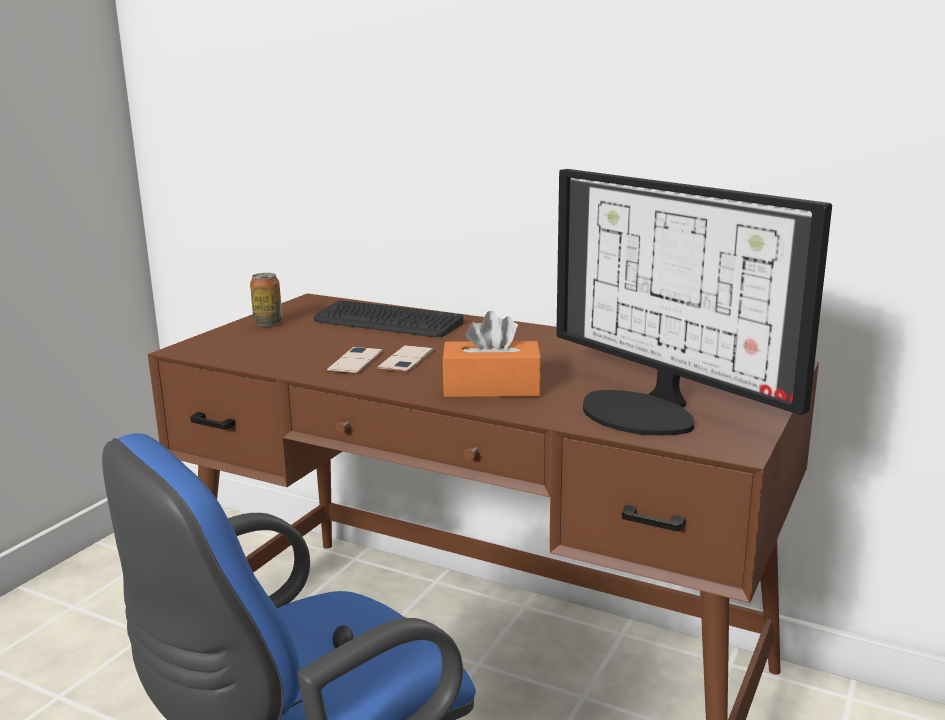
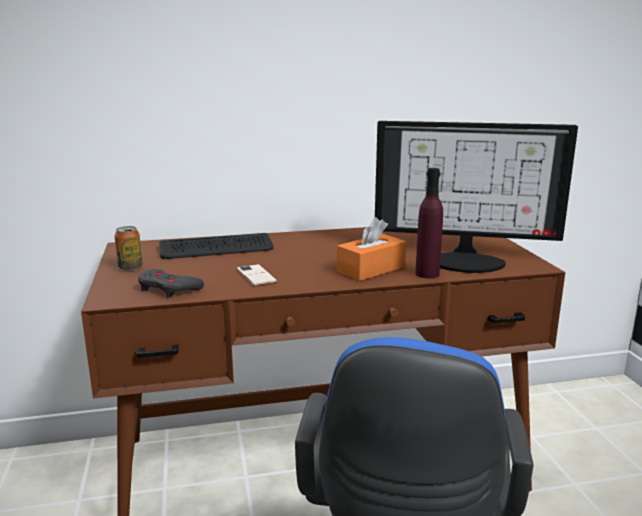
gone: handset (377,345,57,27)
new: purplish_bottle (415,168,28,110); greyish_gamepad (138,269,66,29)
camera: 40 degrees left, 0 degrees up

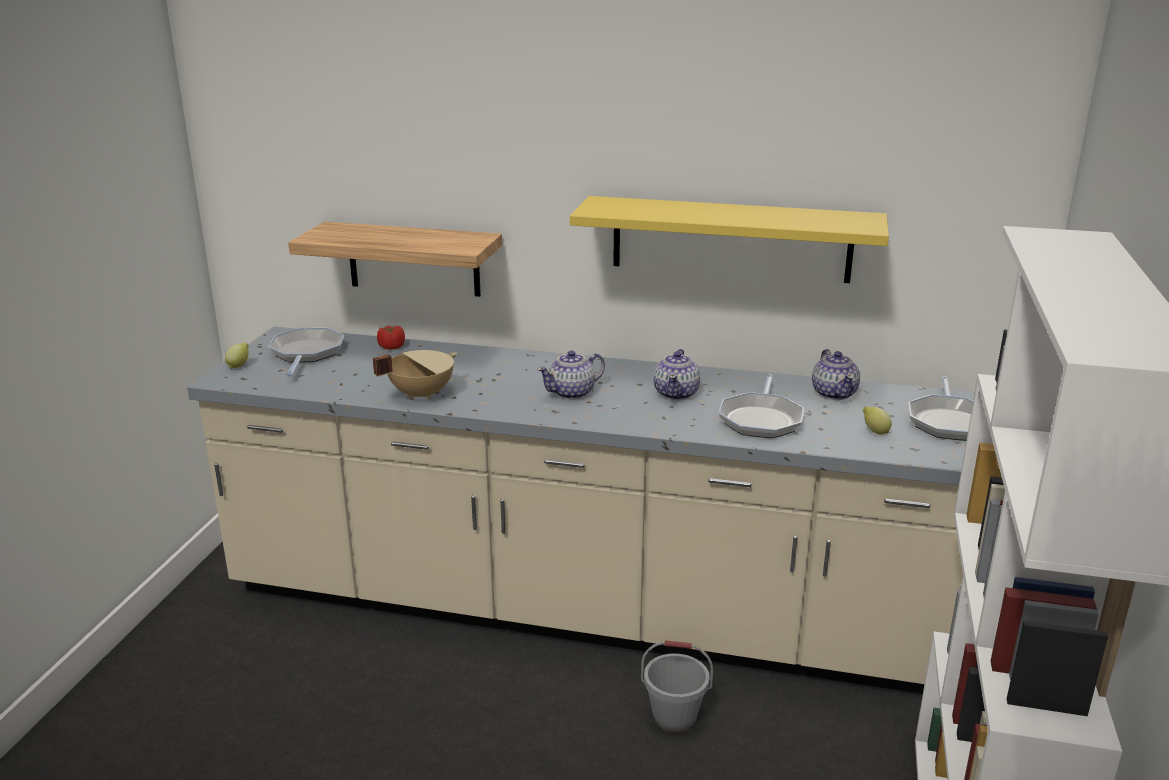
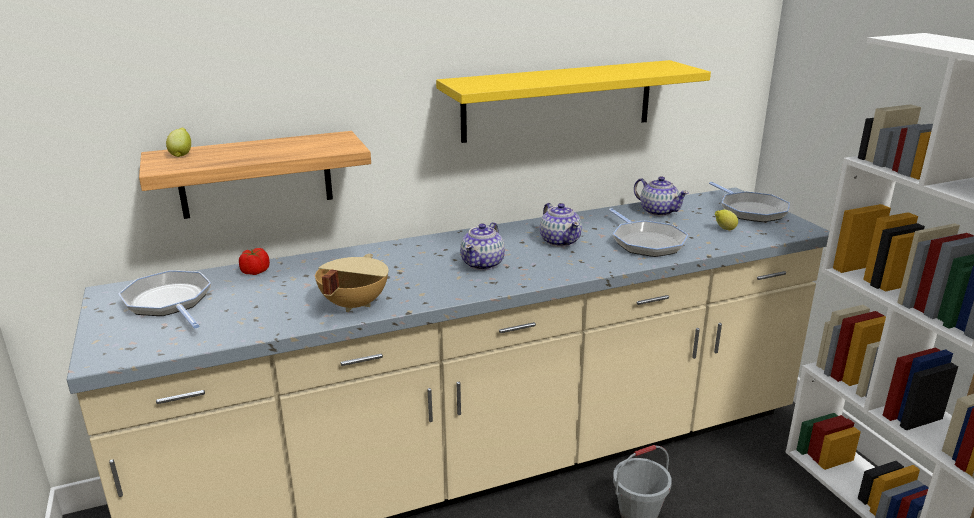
shifted: lemon (225,342,24,27) to (166,128,25,29)
camera: 35 degrees left, 0 degrees up

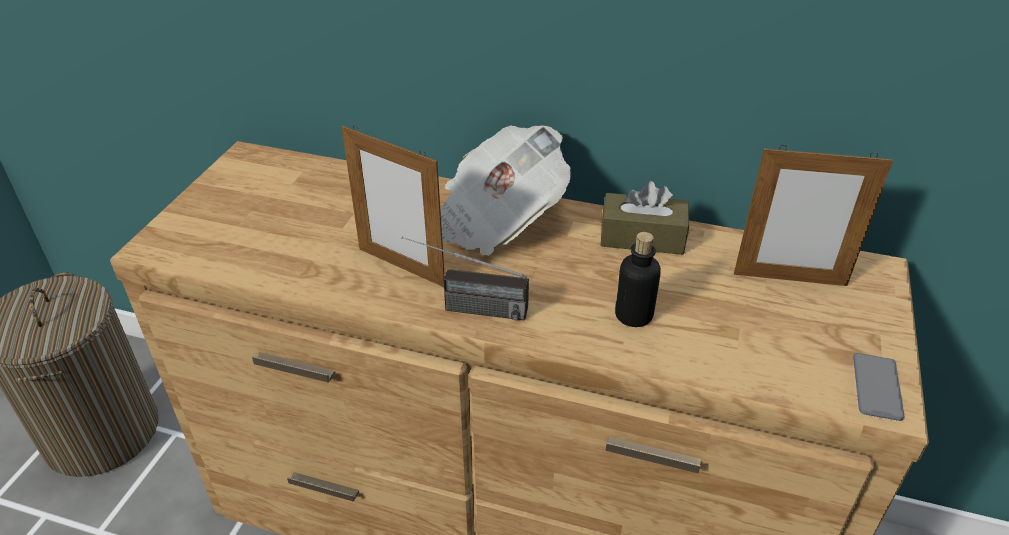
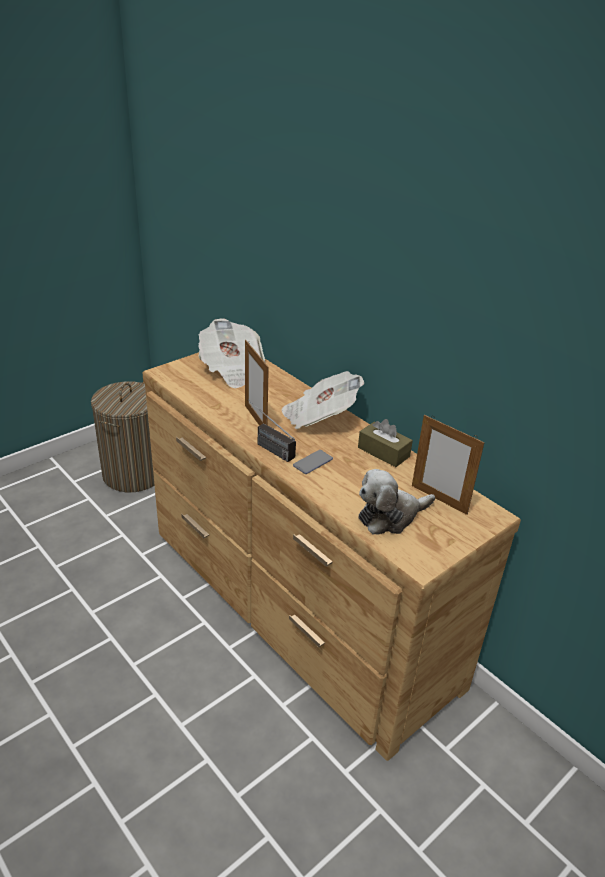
gone: bottle (615,232,46,95)
new: daily_paper (198,319,67,69); plush_toy (358,469,77,65)
shifted: handset (853,353,51,68) to (293,450,40,24)
camera: 30 degrees right, 5 degrees down

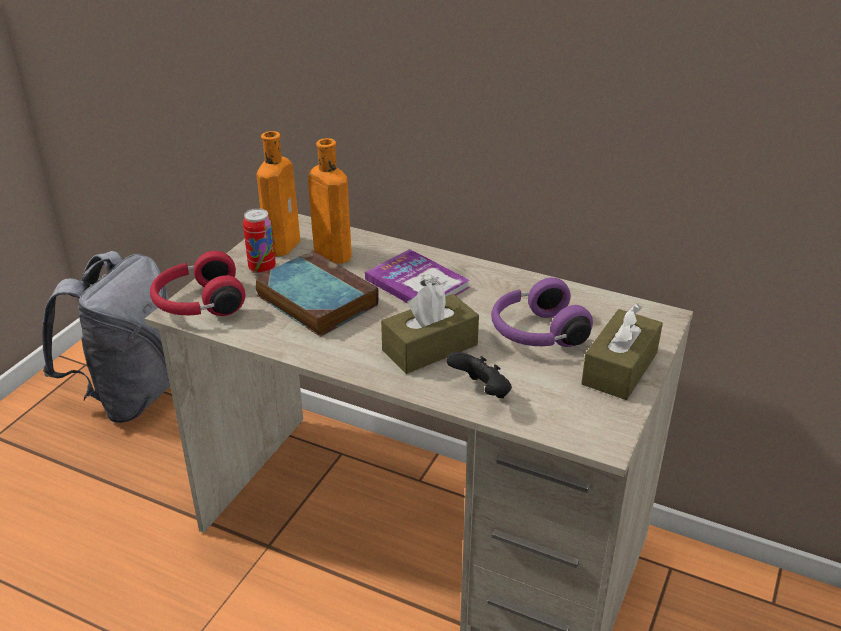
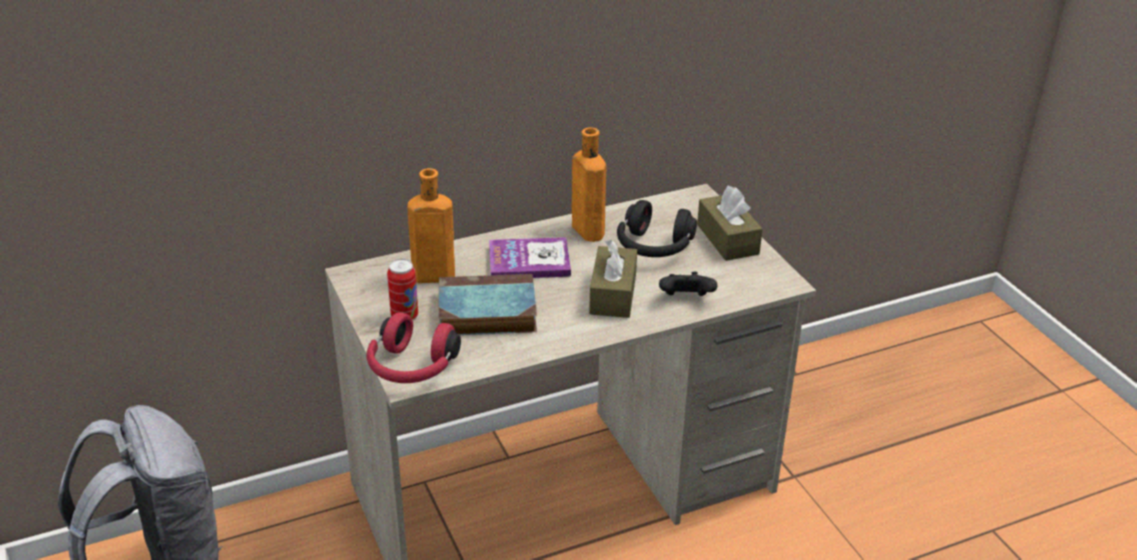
shifted: orange_bottle (257,131,43,126) to (572,128,34,114)
repainted: purplish_pair_of_headphones (491,278,102,69) to black_pair_of_headphones (617,200,80,57)
camera: 50 degrees left, 0 degrees up

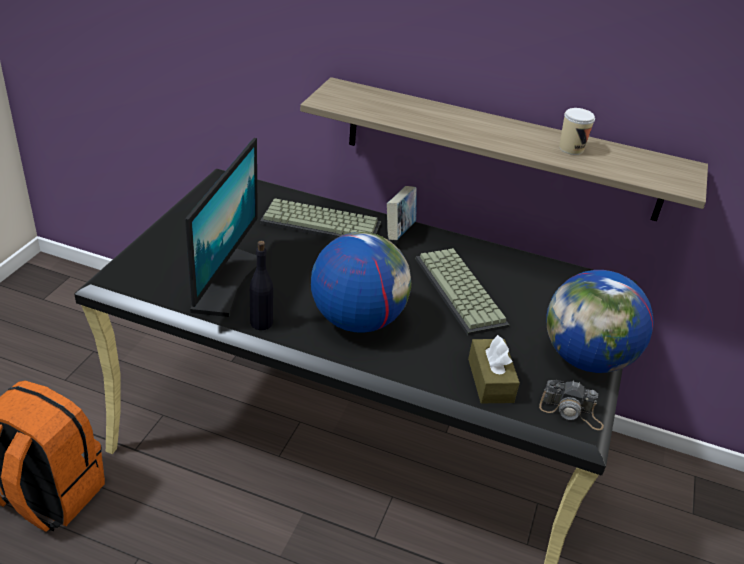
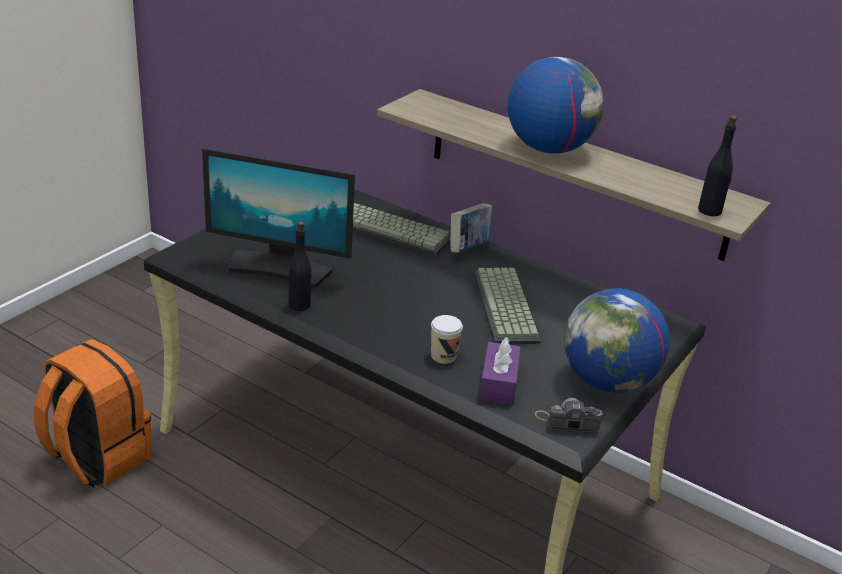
new: black_bottle (698,115,39,101)
shifted: small_cup (559,108,36,47) to (431,315,32,49); globe (311,232,100,101) to (507,57,97,97)
repainted: brownish_tissue_box (468,335,52,68) to purplish_tissue_box (479,337,42,68)
rotated: computer_display (185,138,73,179) = (202,148,153,141) 75 degrees clockwise; still_camera (539,380,65,50) = (535,398,68,35) 150 degrees clockwise
camera: 15 degrees right, 5 degrees down

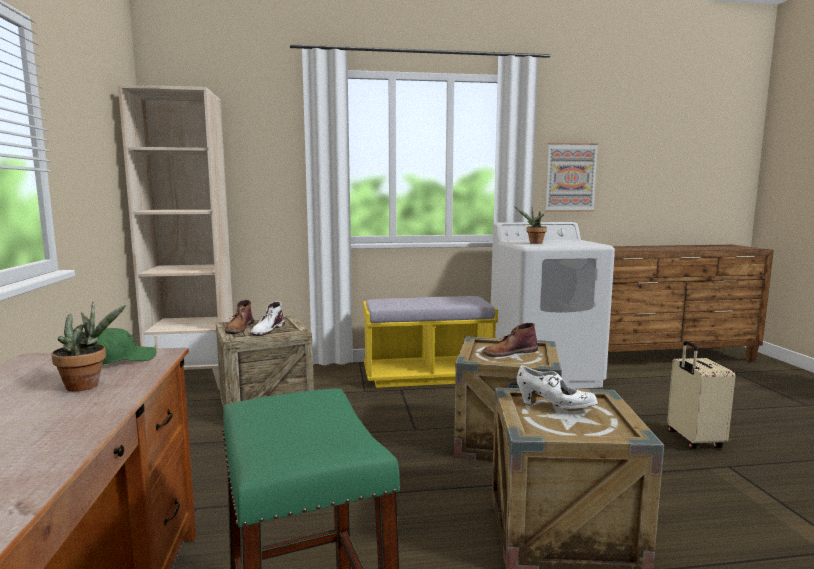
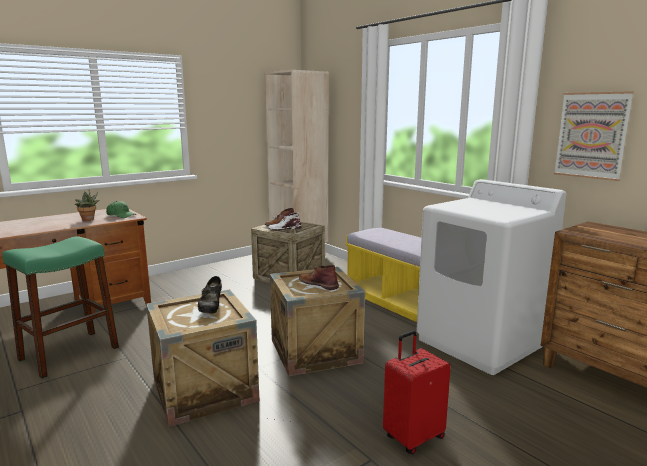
gone: houseplant (515,207,32,37)
repainted: sand-coloured_piece_of_luggage (667,341,68,108) to reddish_piece_of_luggage (383,331,68,123); whitish_shoe (517,365,81,44) to black_shoe (198,276,24,38)
camera: 60 degrees right, 5 degrees up

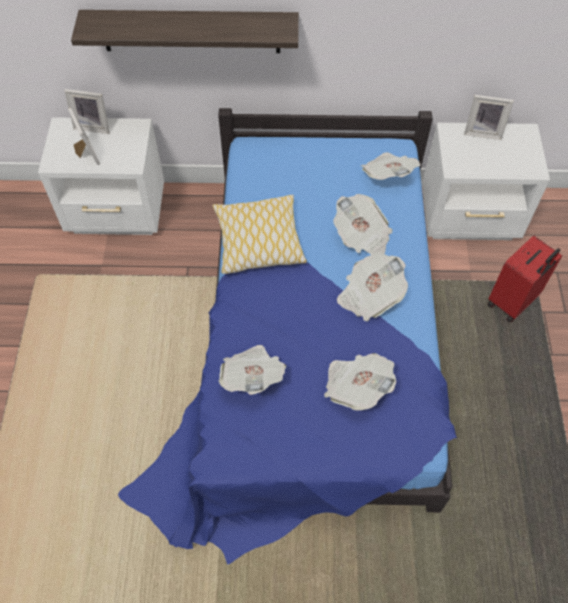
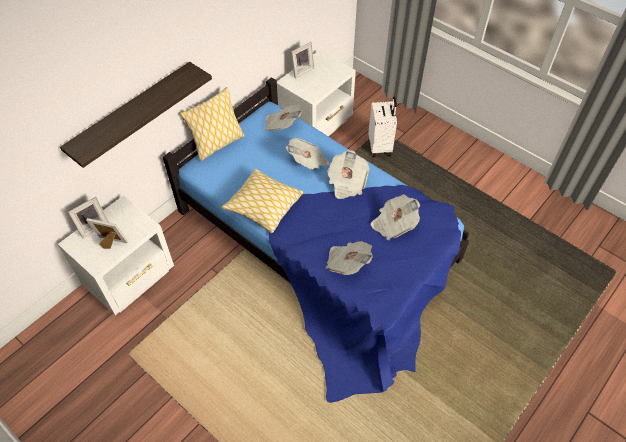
new: cushion (179,87,66,74)
repainted: reddish_piece_of_luggage (487,236,75,87) to whitish_piece_of_luggage (368,97,29,60)
camera: 50 degrees left, 5 degrees down

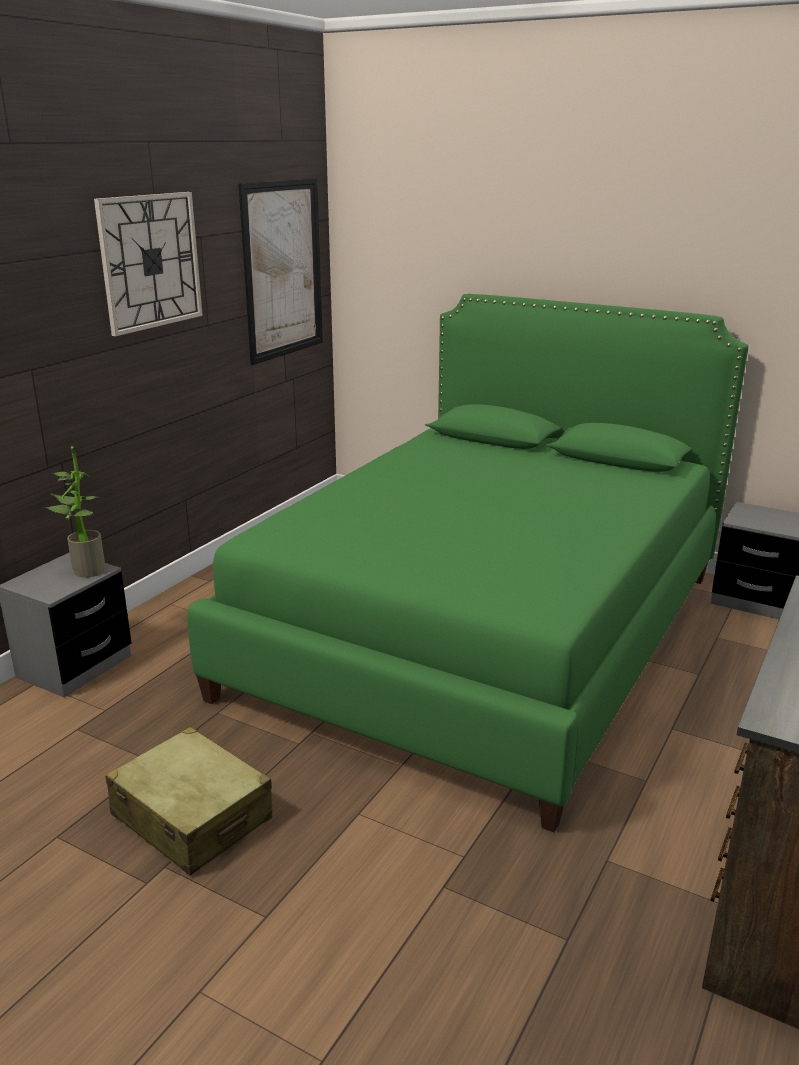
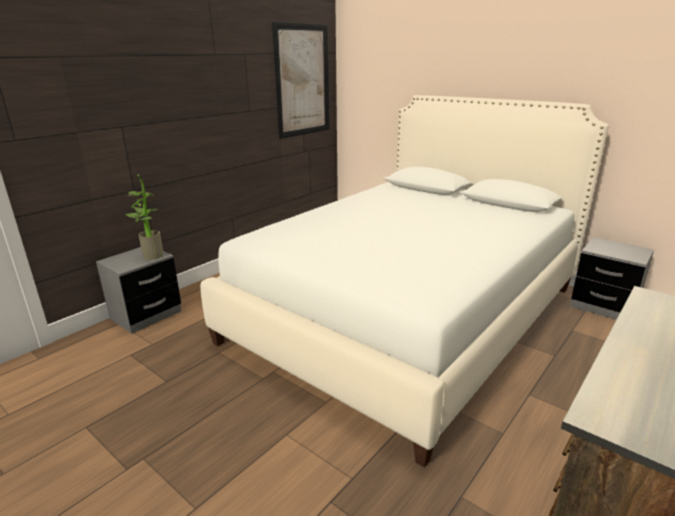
gone: clock_on_the_wall (94,192,109,144); sand-coloured_piece_of_luggage (106,726,166,150)
repainted: green-coloured_sleeping_bed (187,294,562,538) to whitish_sleeping_bed (200,95,409,372)
camera: 10 degrees right, 0 degrees up

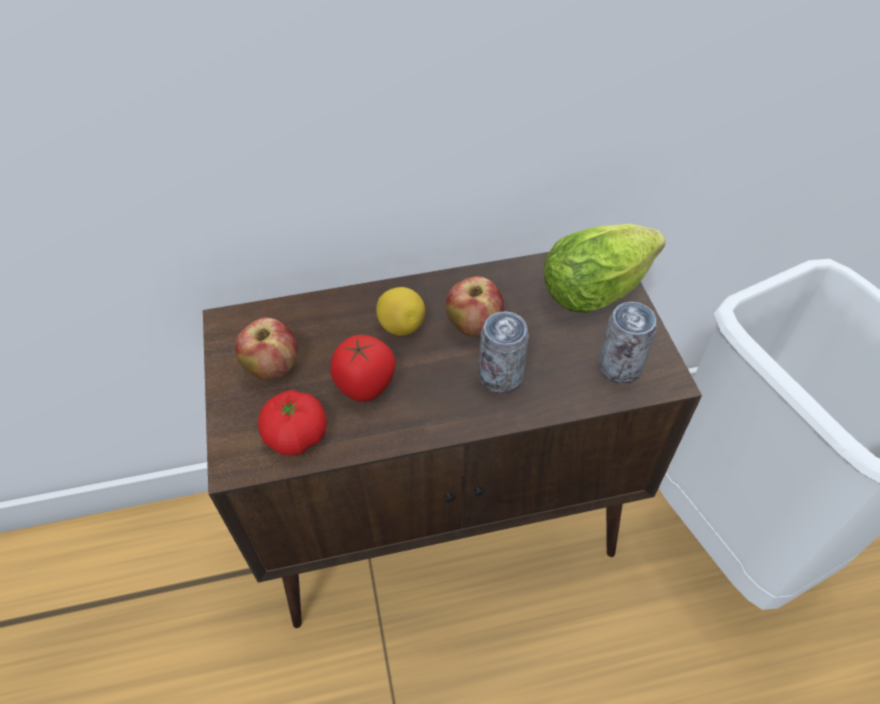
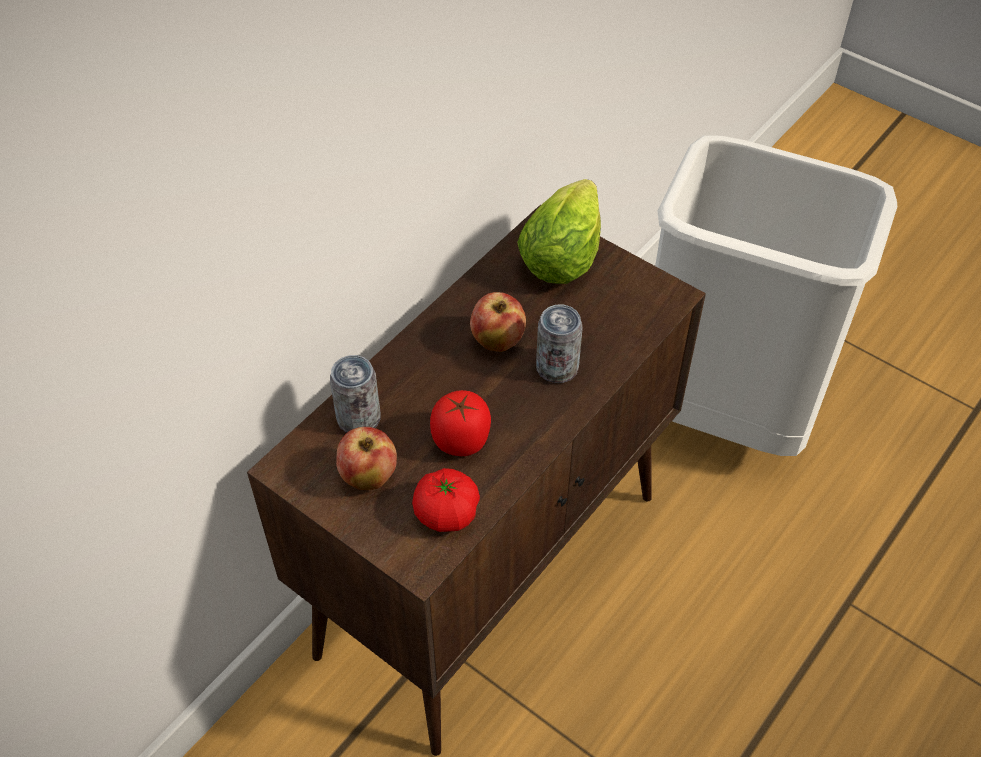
gone: lemon (376,287,49,49)
shifted: sealed_can (598,302,59,82) to (330,355,51,78)
camera: 40 degrees left, 0 degrees up

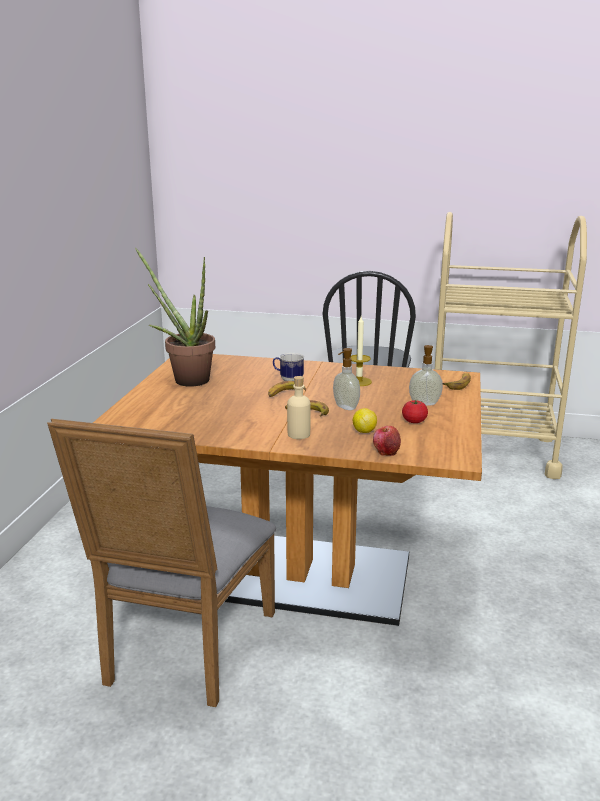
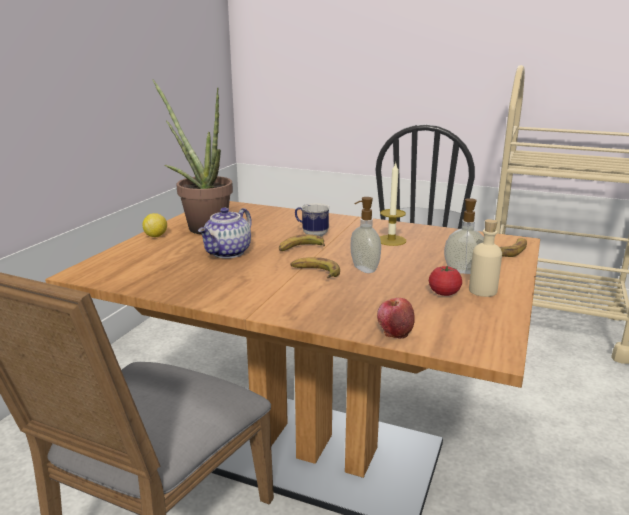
new: pot_for_tea (198,207,54,51)
shifted: sand-coloured_bottle (287,376,23,63) to (469,219,33,78); lemon (353,408,24,25) to (143,213,24,24)
camera: 10 degrees right, 0 degrees up

